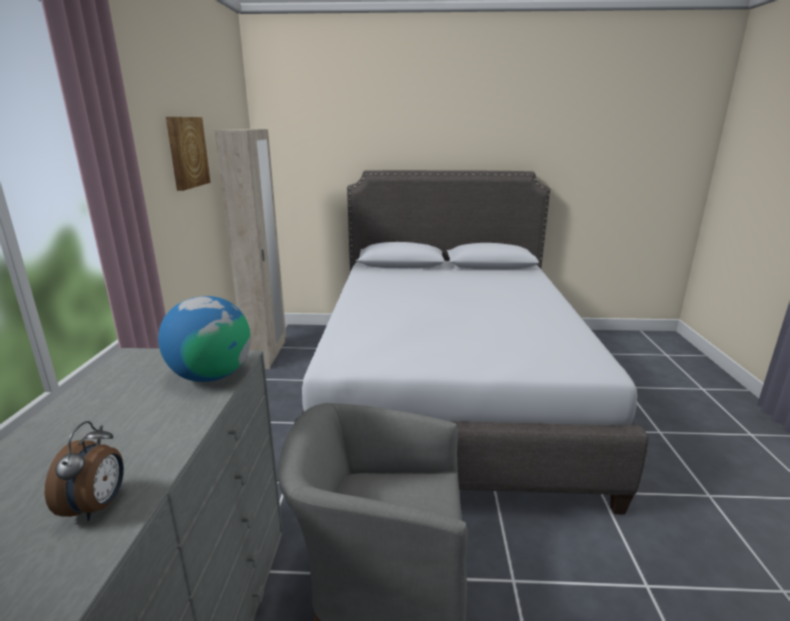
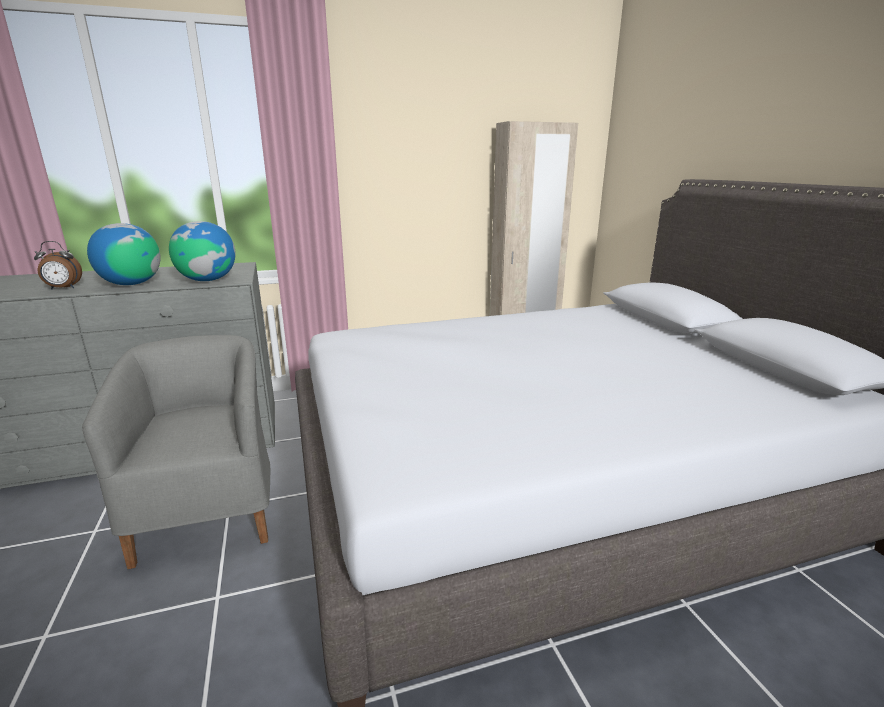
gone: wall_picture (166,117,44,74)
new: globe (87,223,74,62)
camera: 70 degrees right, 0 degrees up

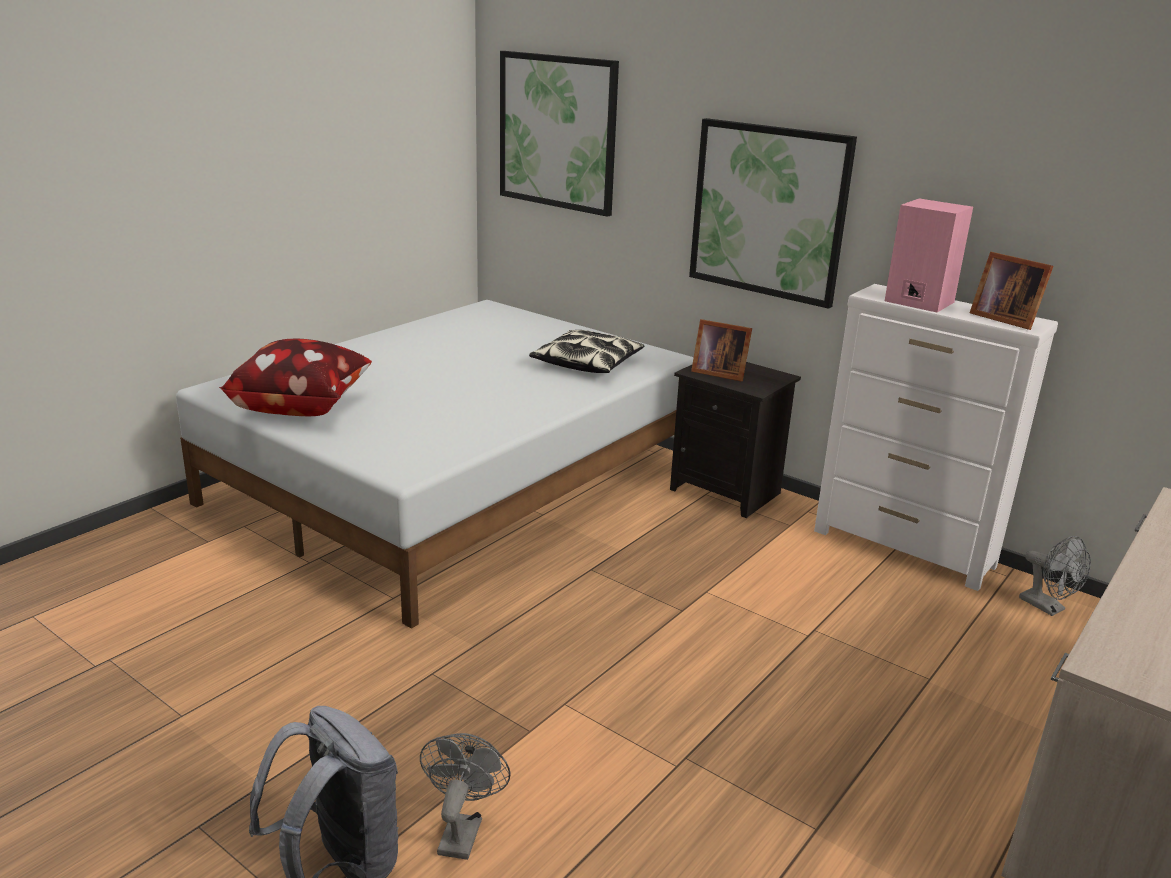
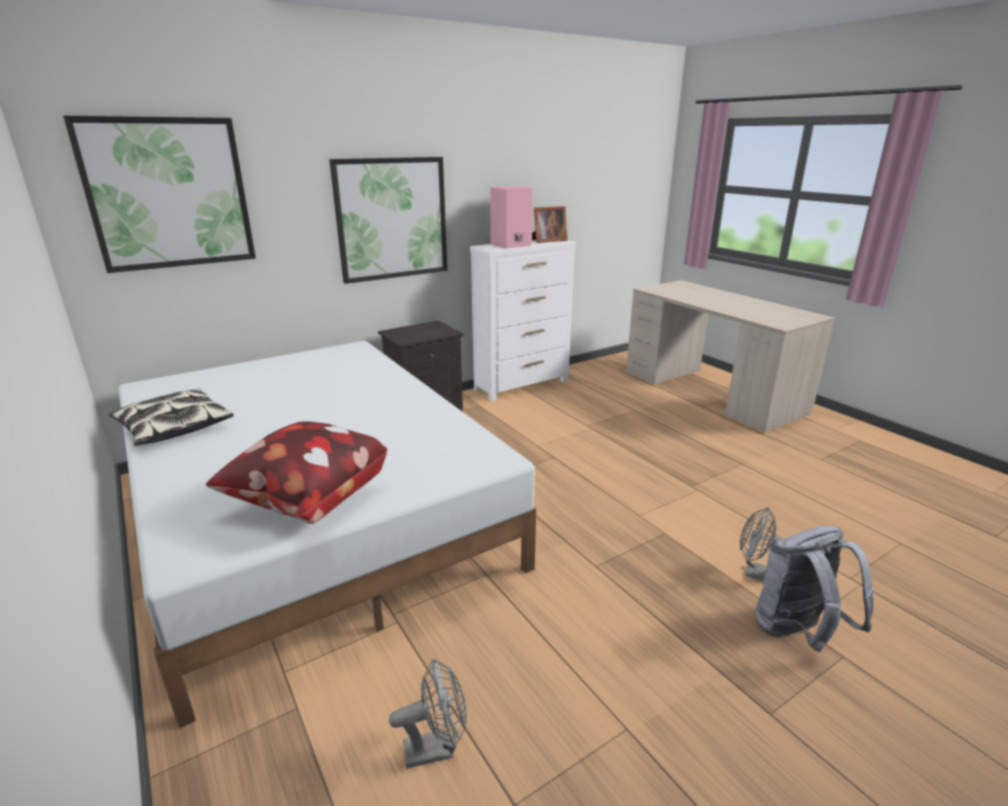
gone: picture_frame (691,319,61,62)
shifted: cushion (529,330,115,43) to (109,389,125,57); greyish_electric_fan (1019,536,72,80) to (389,659,78,110)
camera: 70 degrees left, 0 degrees up

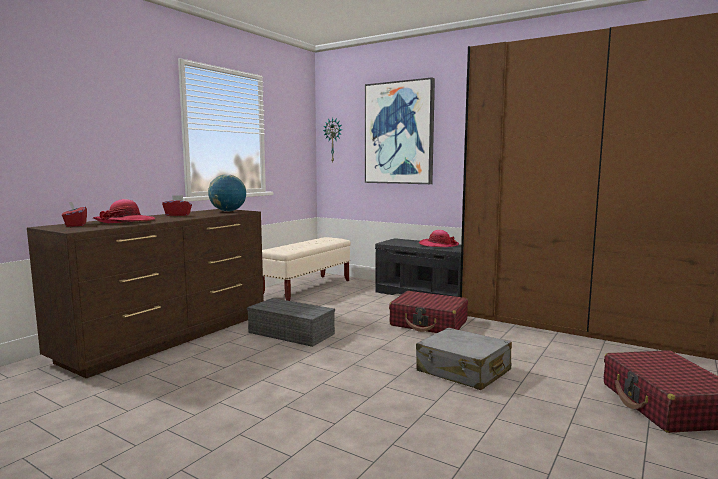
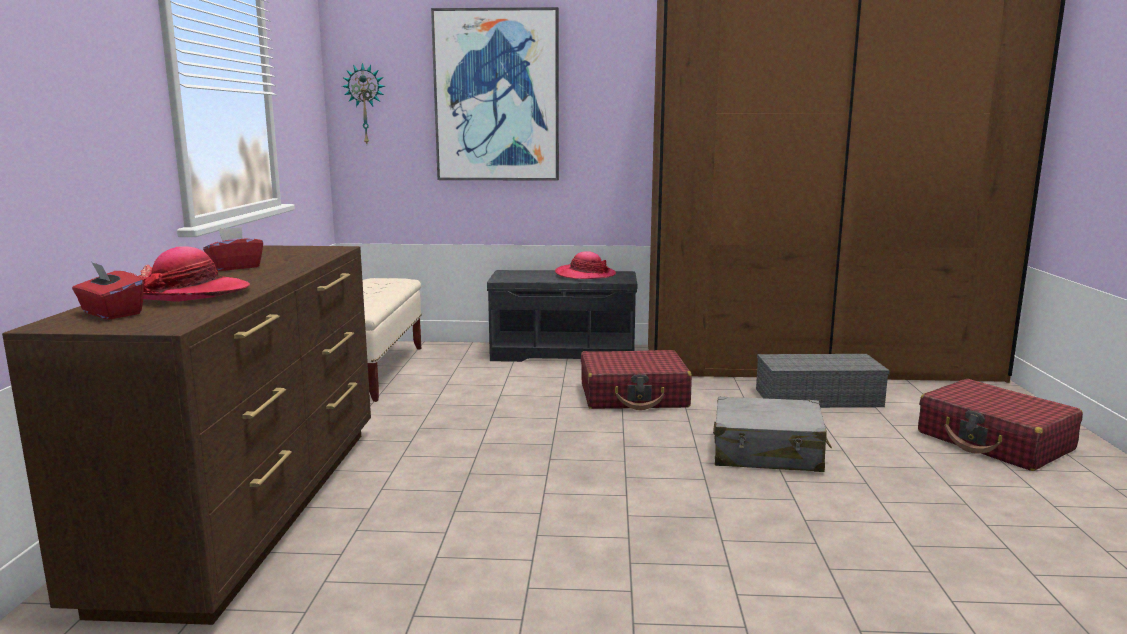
gone: globe (208,174,38,38)
shifted: greyish_storage_container (247,298,88,49) to (756,354,134,54)
camera: 30 degrees left, 5 degrees up

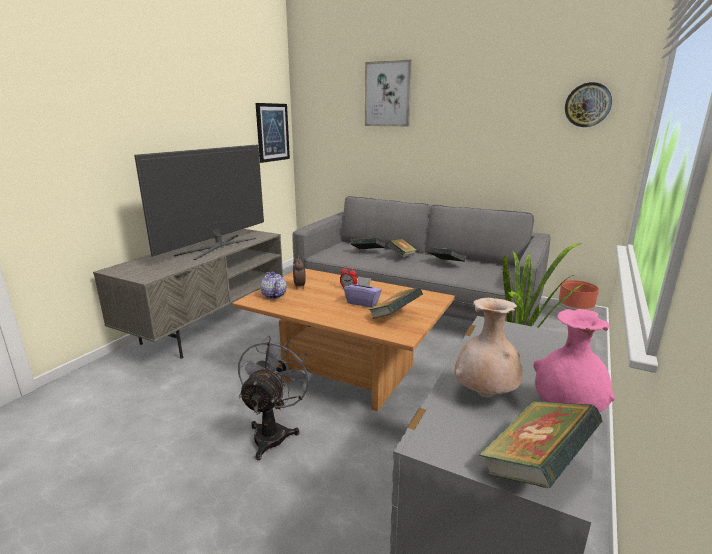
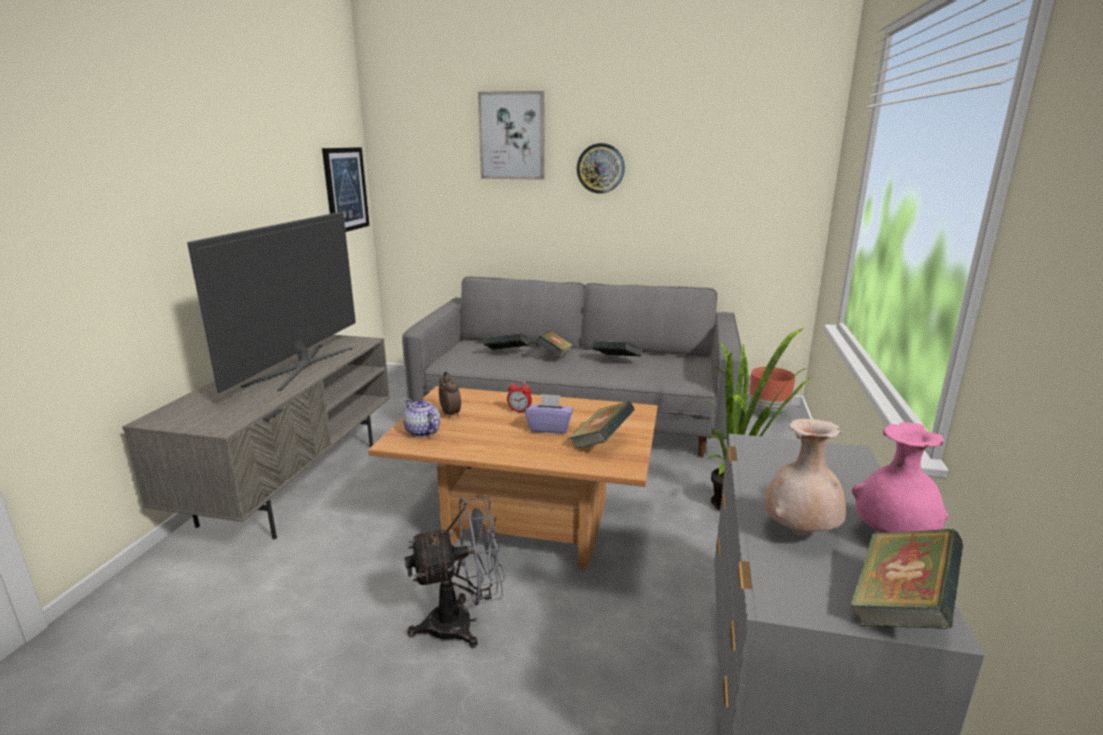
shifted: clock_on_the_wall (565,82,47,45) to (577,143,48,51)
rotated: greyish_electric_fan (238,336,75,124) = (405,497,100,151) 75 degrees clockwise
camera: 15 degrees left, 0 degrees up

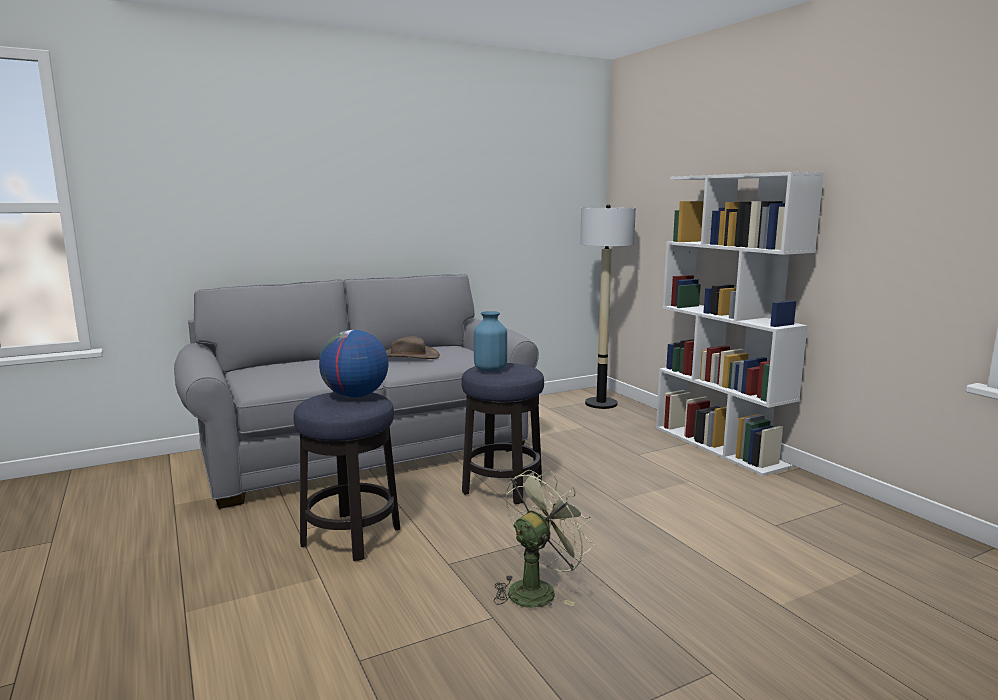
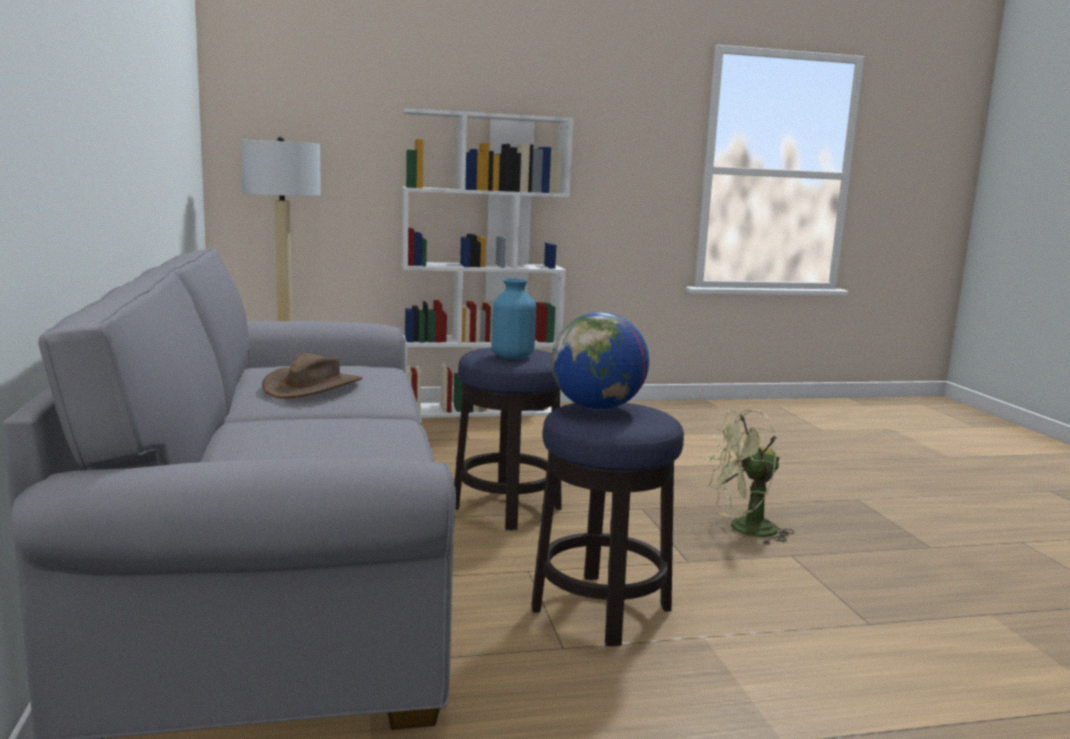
rotated: green-coloured_electric_fan (493,470,101,138) = (707,410,87,136) 75 degrees counterclockwise
camera: 75 degrees left, 0 degrees up

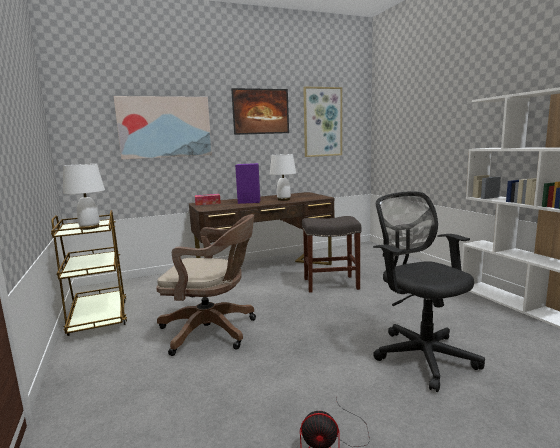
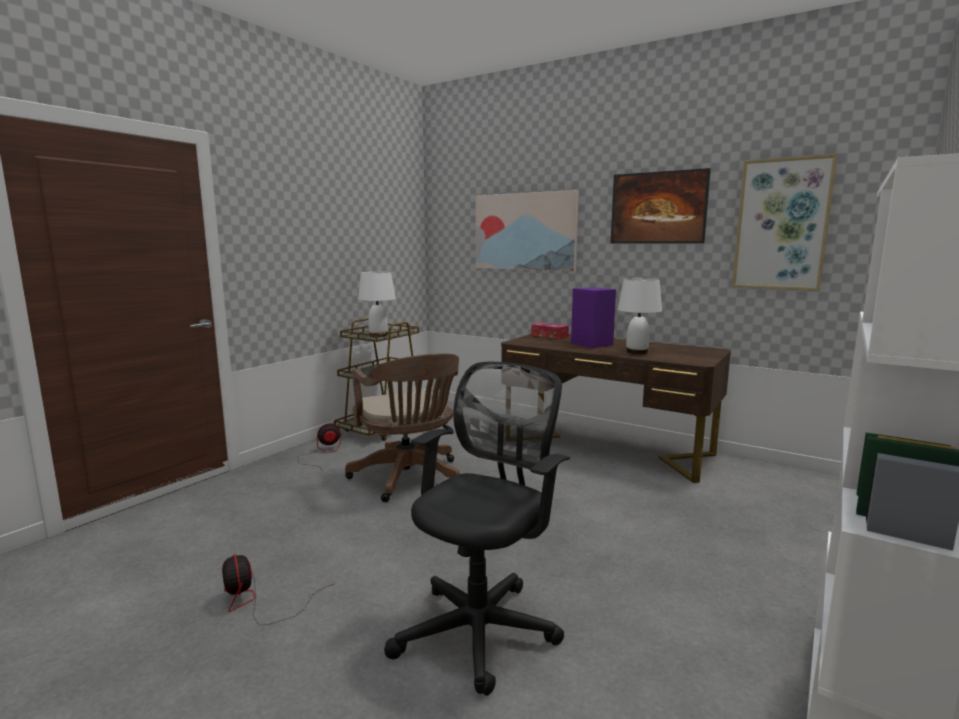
gone: greyish_sitting_stool (302,216,59,77)
new: electric_fan (298,423,43,47)
camera: 55 degrees right, 0 degrees up

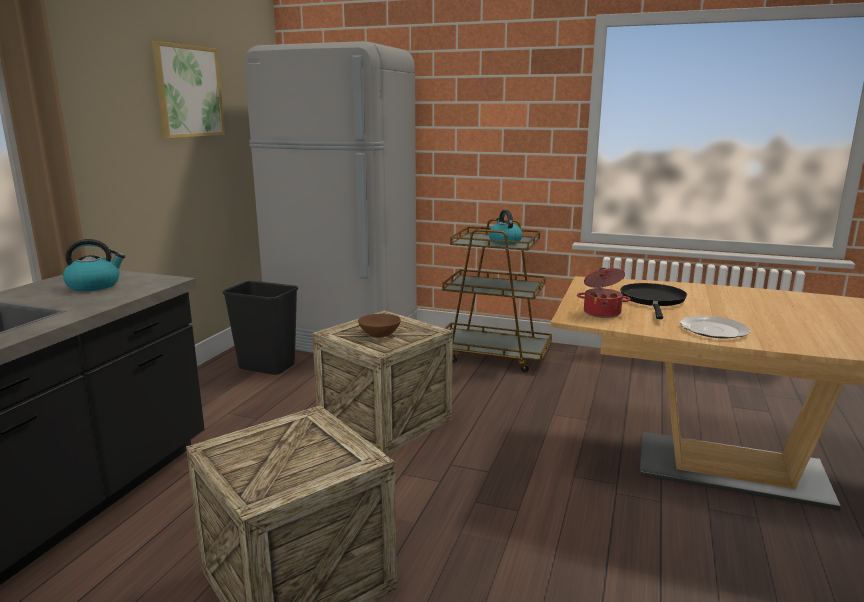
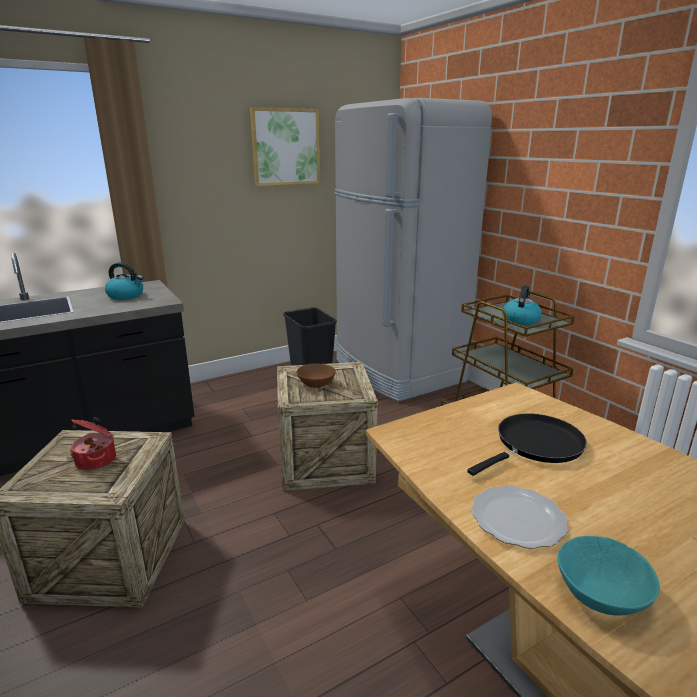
new: blue-green_deep_dish (558,536,102,80)
shifted: saucepot (577,268,54,50) to (70,417,46,54)
camera: 40 degrees right, 5 degrees up

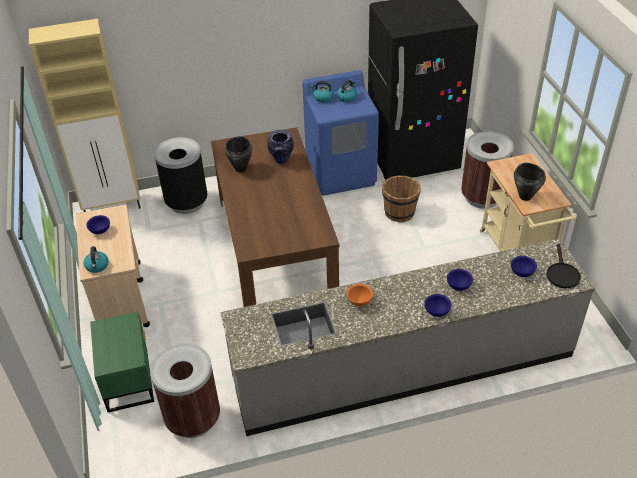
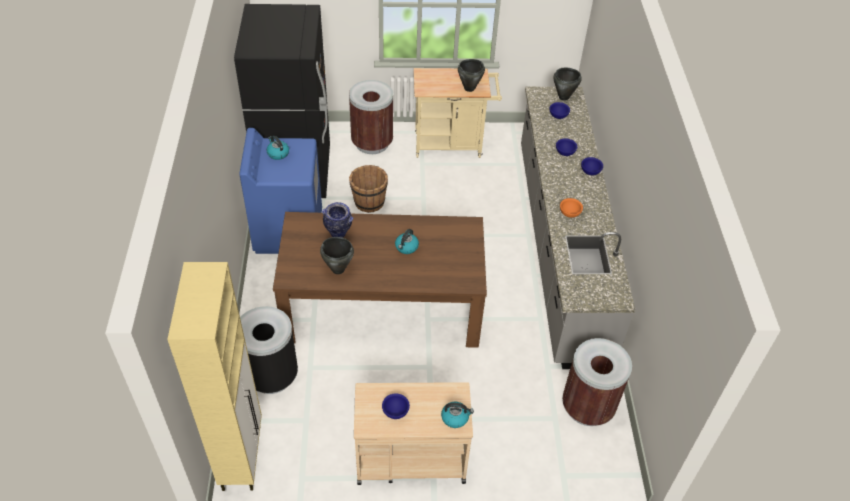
gone: green-coloured_bedside_table (90,312,64,100)
shifted: kettle (311,81,23,22) to (395,229,24,25)
swapped: black_pan (546,243,35,45) to black_saucepot (554,67,28,34)
camera: 80 degrees left, 5 degrees up

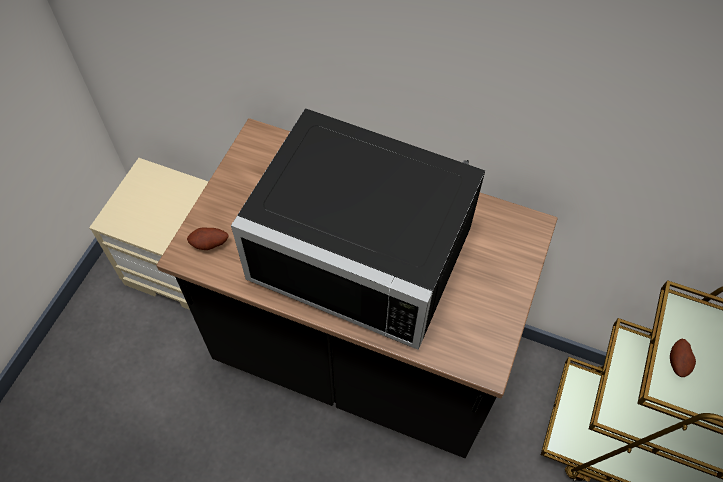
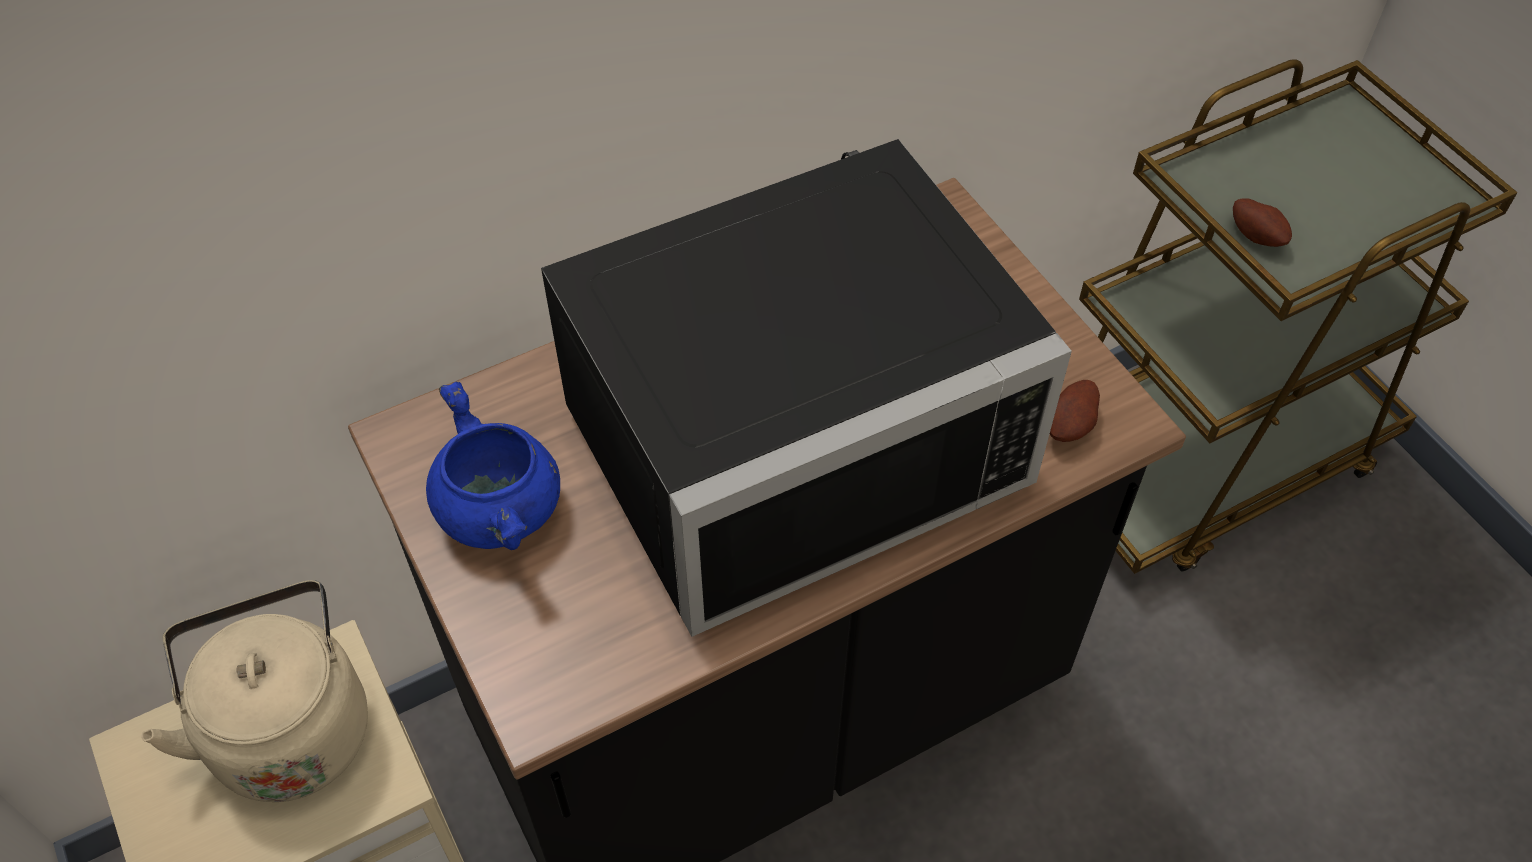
new: blue-coloured_saucepot (426,382,134,168); sand-coloured_kettle (141,580,227,222)
shifted: whole_potato (187,227,41,23) to (1050,380,50,62)
camera: 50 degrees left, 5 degrees down

